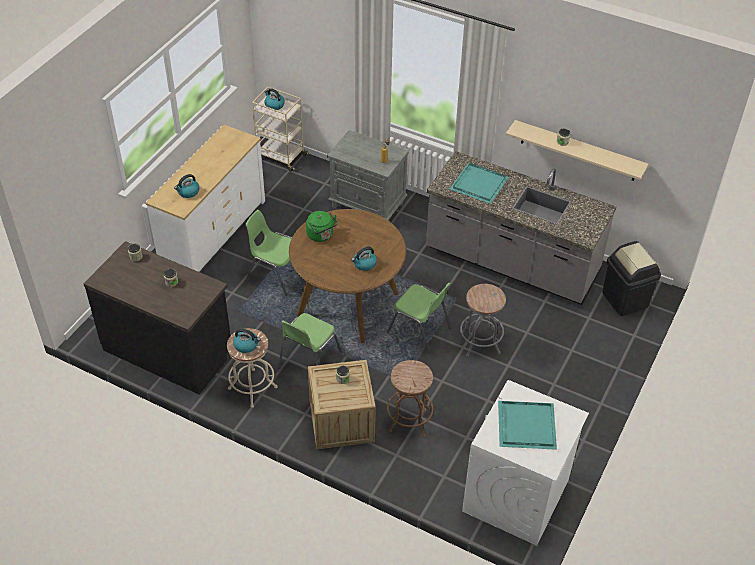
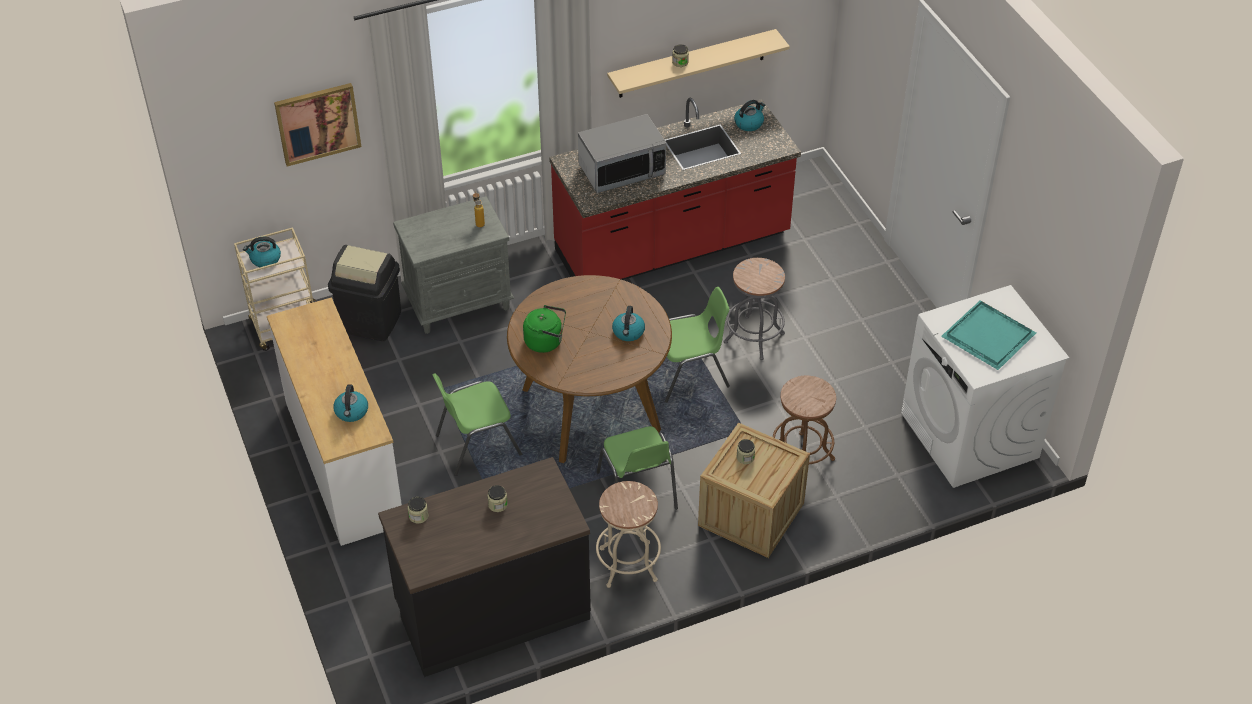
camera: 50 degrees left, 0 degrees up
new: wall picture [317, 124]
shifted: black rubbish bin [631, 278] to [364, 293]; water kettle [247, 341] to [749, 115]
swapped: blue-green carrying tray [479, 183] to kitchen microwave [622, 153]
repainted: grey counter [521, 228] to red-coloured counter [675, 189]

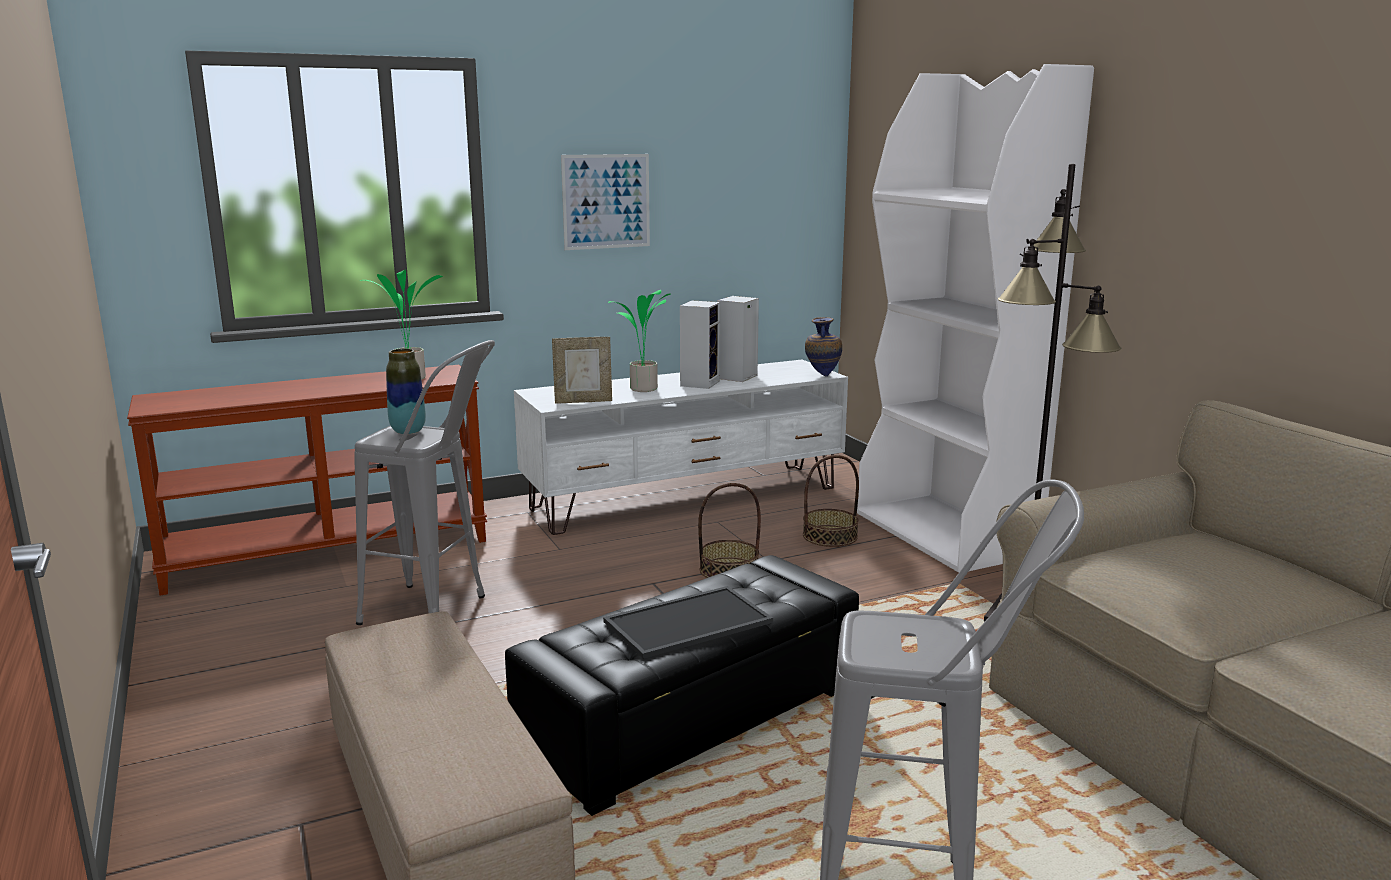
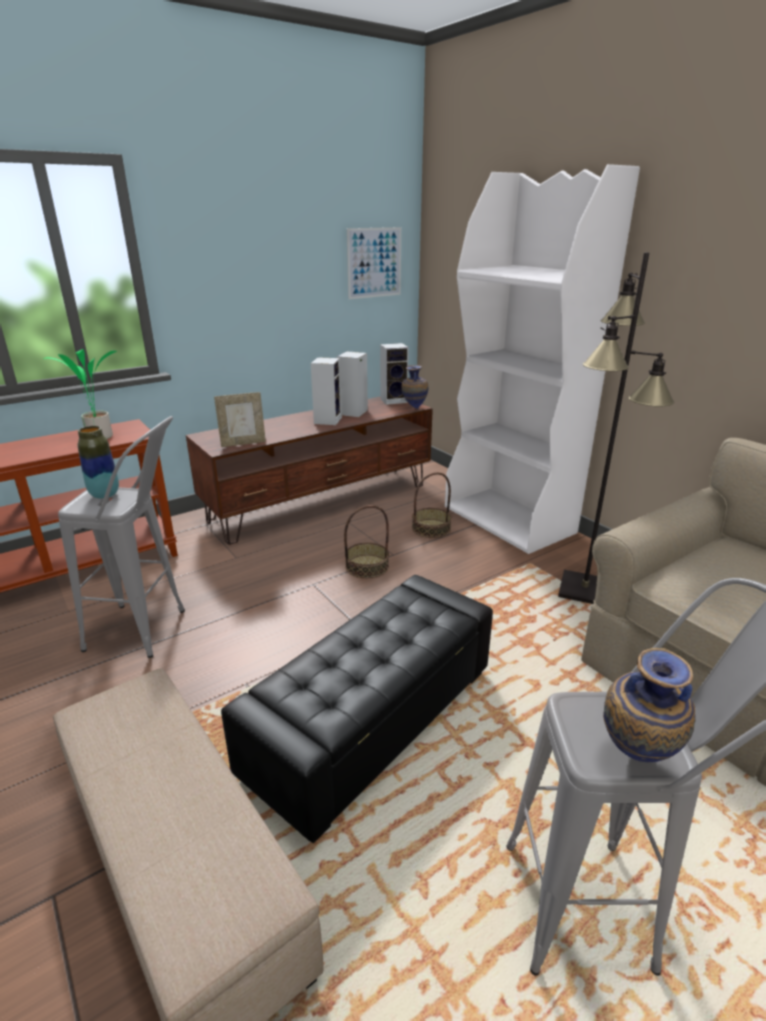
camera: 10 degrees left, 10 degrees up
gone: carrying tray [688, 622]; houseplant [639, 341]
new: loudspeaker [394, 374]; decorative vase [649, 705]
shifted: wall picture [605, 202] to [374, 263]
repainted: white-coloured tv unit [681, 447] to brown tv unit [309, 471]

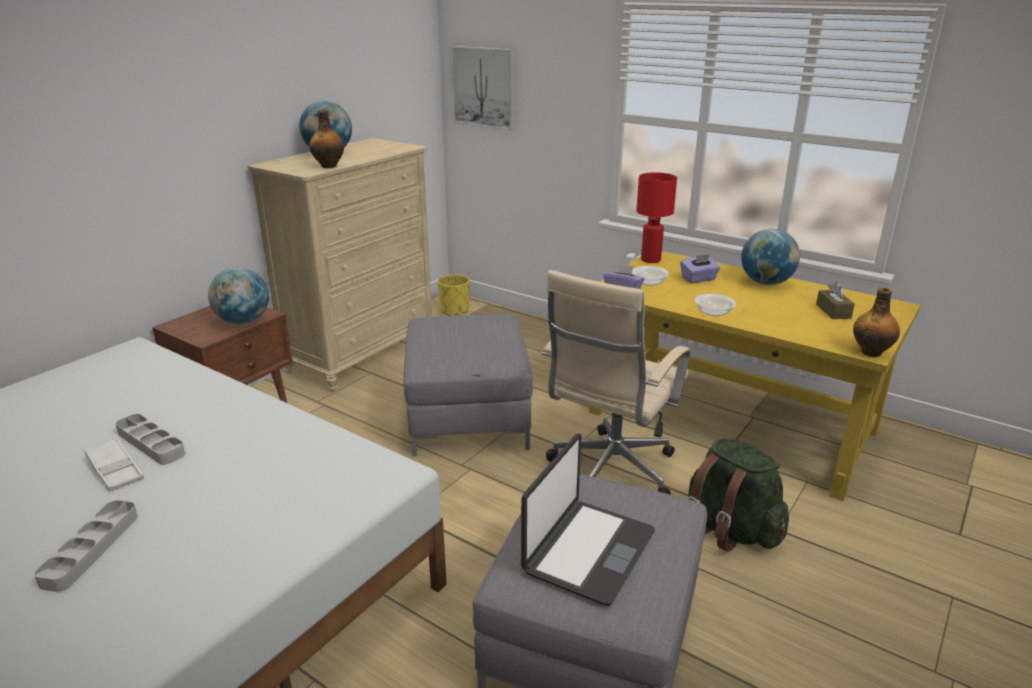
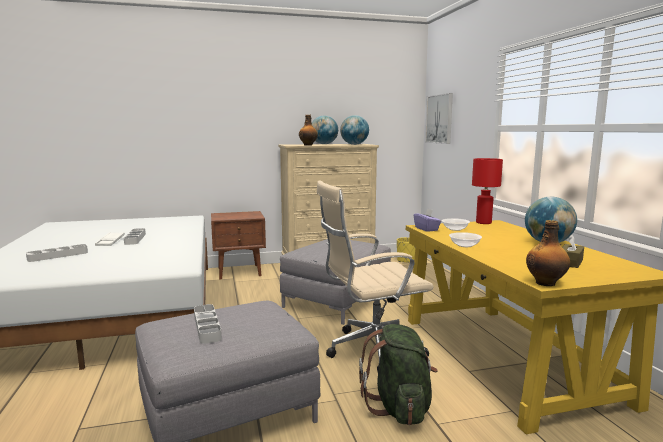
camera: 40 degrees right, 15 degrees down
gone: purple tissue box [700, 268]
shifted: desk globe [238, 295] to [354, 130]
swapped: notebook computer [588, 520] to grey carrying tray [208, 324]

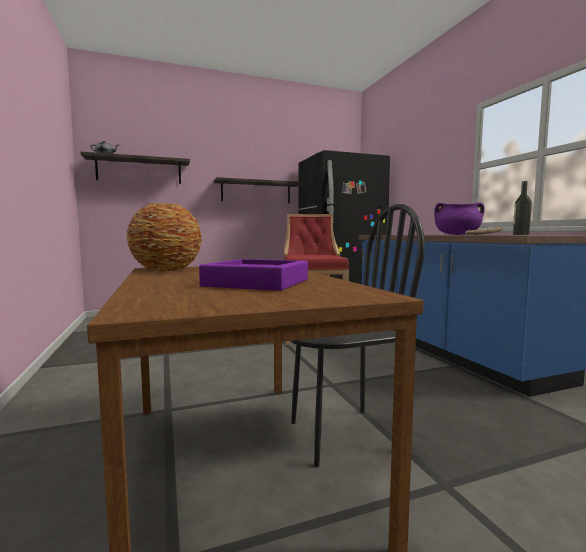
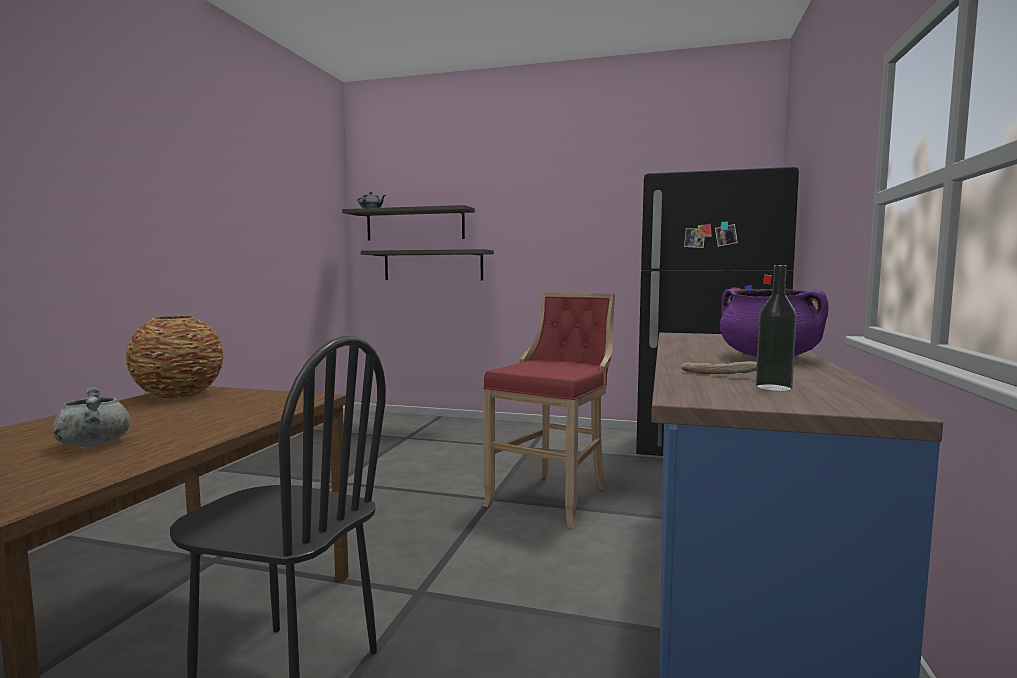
camera: 35 degrees right, 0 degrees up
shifted: shelf [258, 190] to [427, 264]
swapped: purple carrying tray [253, 275] to grey saucepot [92, 416]

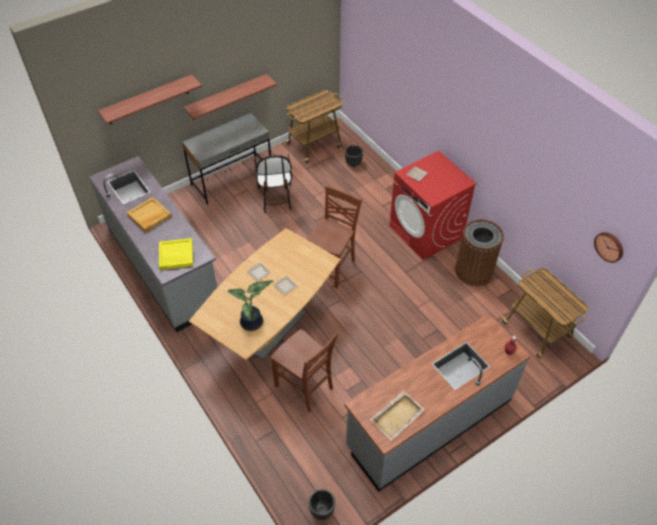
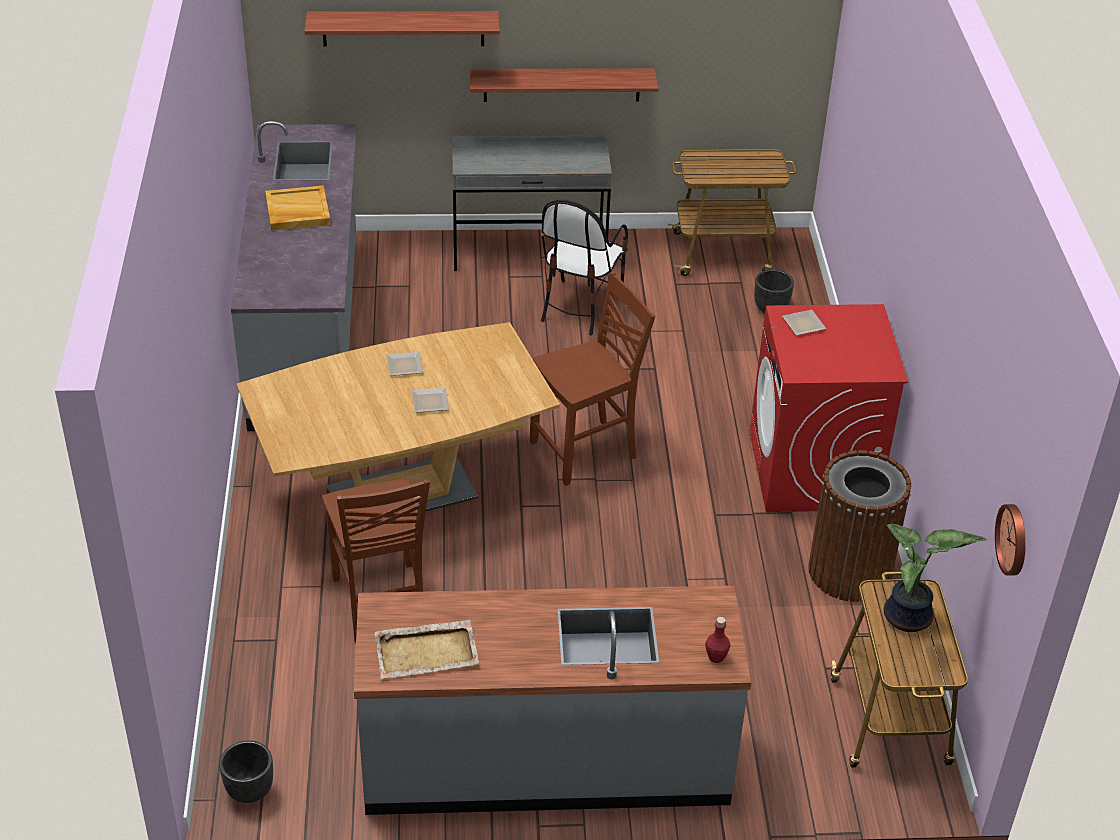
camera: 30 degrees right, 10 degrees down
gone: yellow-coloured carrying tray [176, 254]
shifted: houseplant [250, 305] to [935, 578]

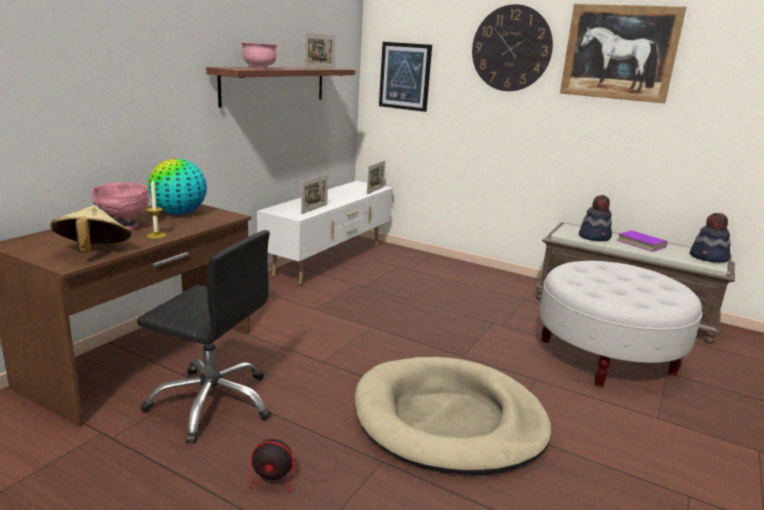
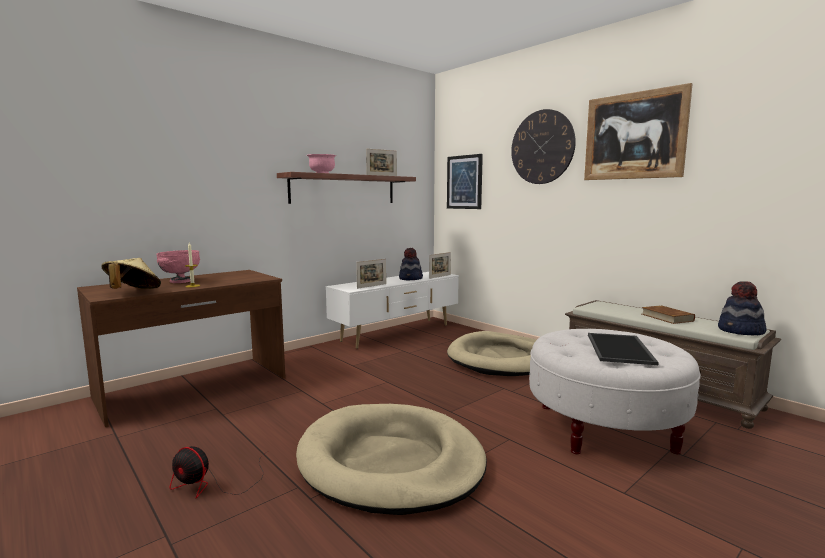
camera: 20 degrees right, 10 degrees down
gone: black office chair [204, 337]; desk globe [177, 186]
new: sand-coloured pet bed [491, 353]; carrying tray [623, 349]
shifted: clothing hat [595, 218] to [411, 264]
repainted: purple volume [642, 241] to brown volume [668, 314]

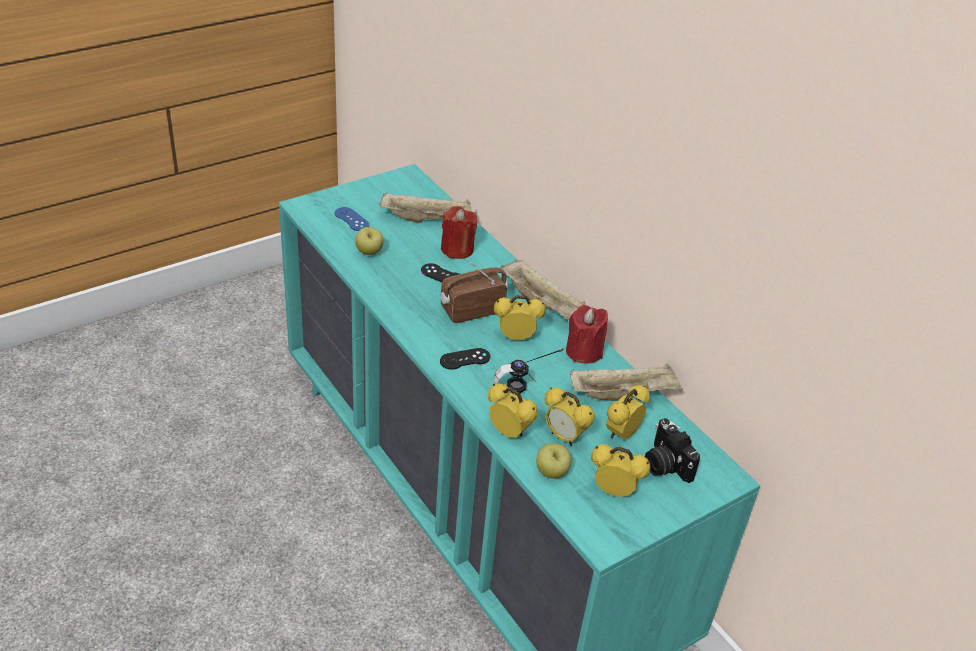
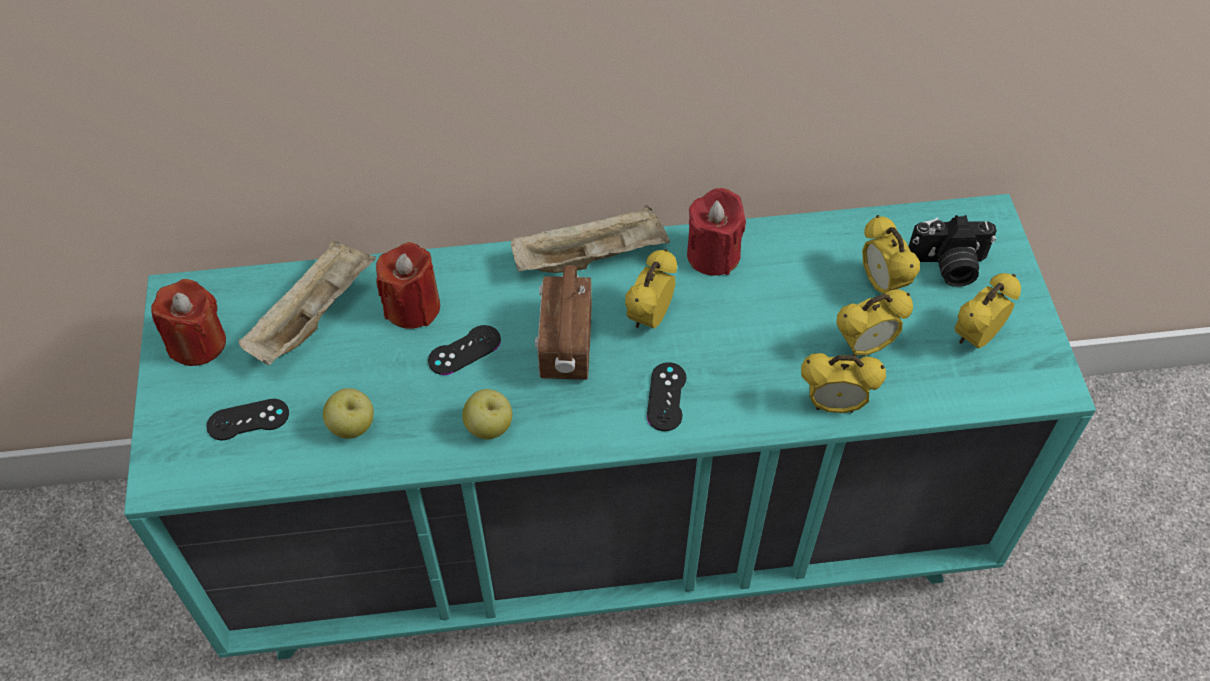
camera: 60 degrees left, 15 degrees up
gone: pair of headphones [529, 371]; sand-coloured carrying tray [626, 382]
new: red-coloured wax light [188, 322]
shifted: apple fruit [553, 461] to [487, 414]
repainted: bluish joypad [352, 219] to black joypad [247, 419]
rotated: bedside clock [513, 411] = [843, 383] 150 degrees counterclockwise

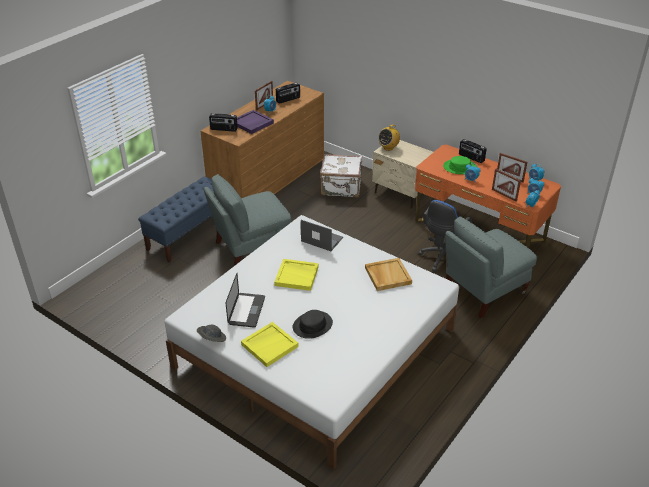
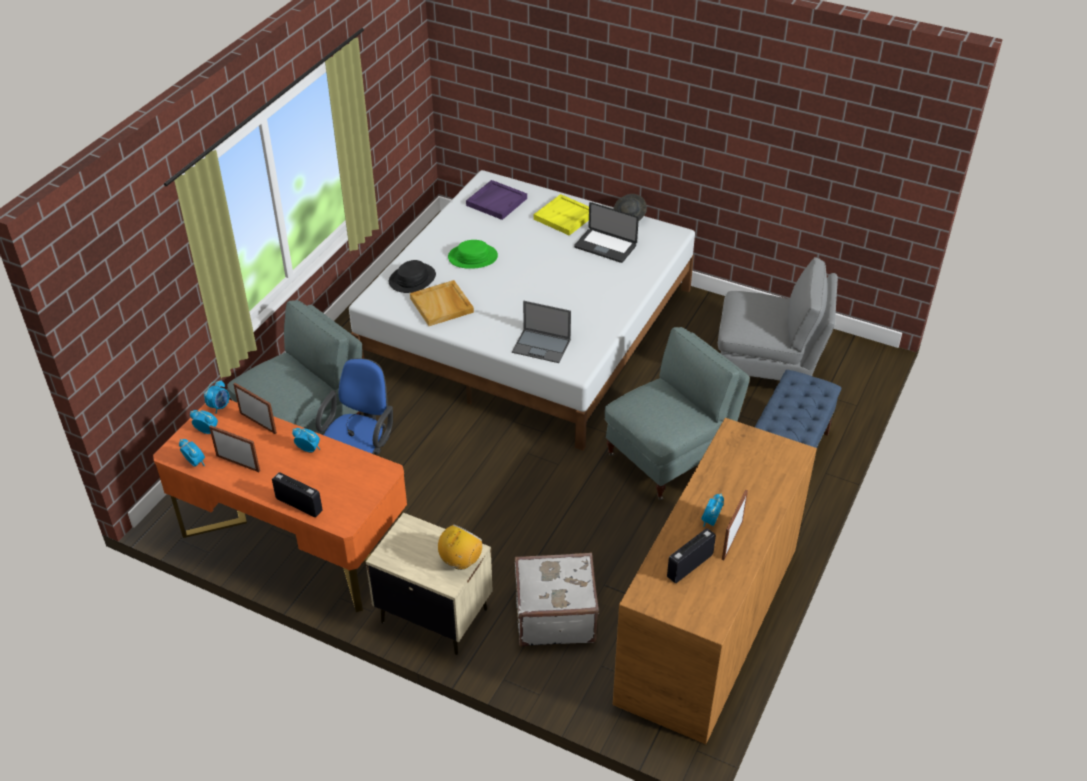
camera: 170 degrees right, 5 degrees up
gone: radio [223, 122]; yellow-coloured carrying tray [296, 275]
new: grey lounge chair [778, 318]
shifted: black clothing hat [313, 324] to [412, 276]; green clothing hat [460, 165] to [473, 254]; purple carrying tray [255, 122] to [496, 200]
rotated: notebook computer [245, 300] = [606, 232] 60 degrees counterclockwise

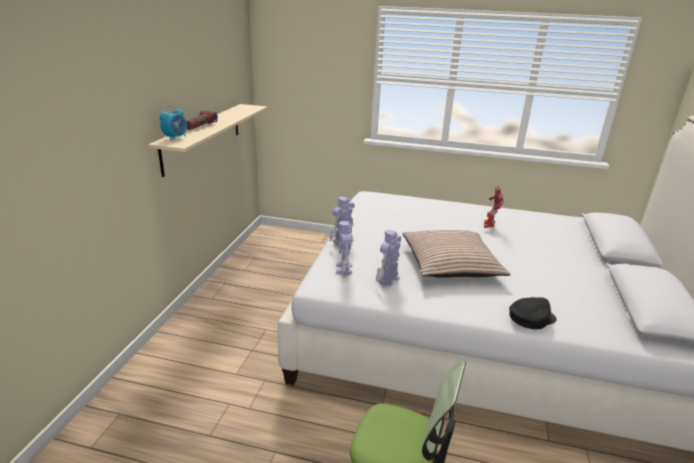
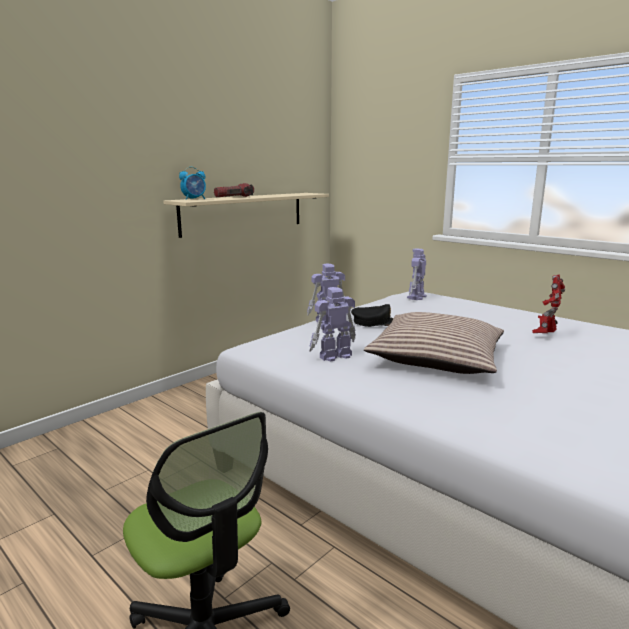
camera: 30 degrees right, 10 degrees down
shifted: black baseball cap [533, 313] to [372, 315]; toy robot [344, 248] to [416, 274]

